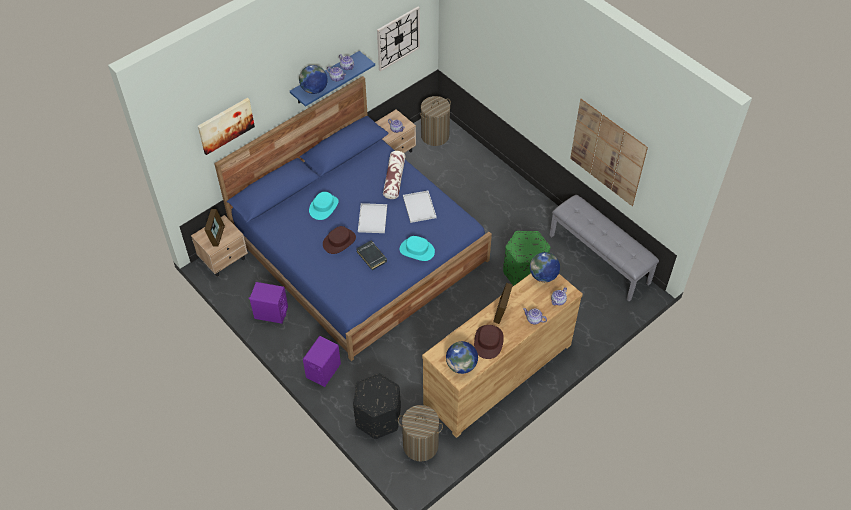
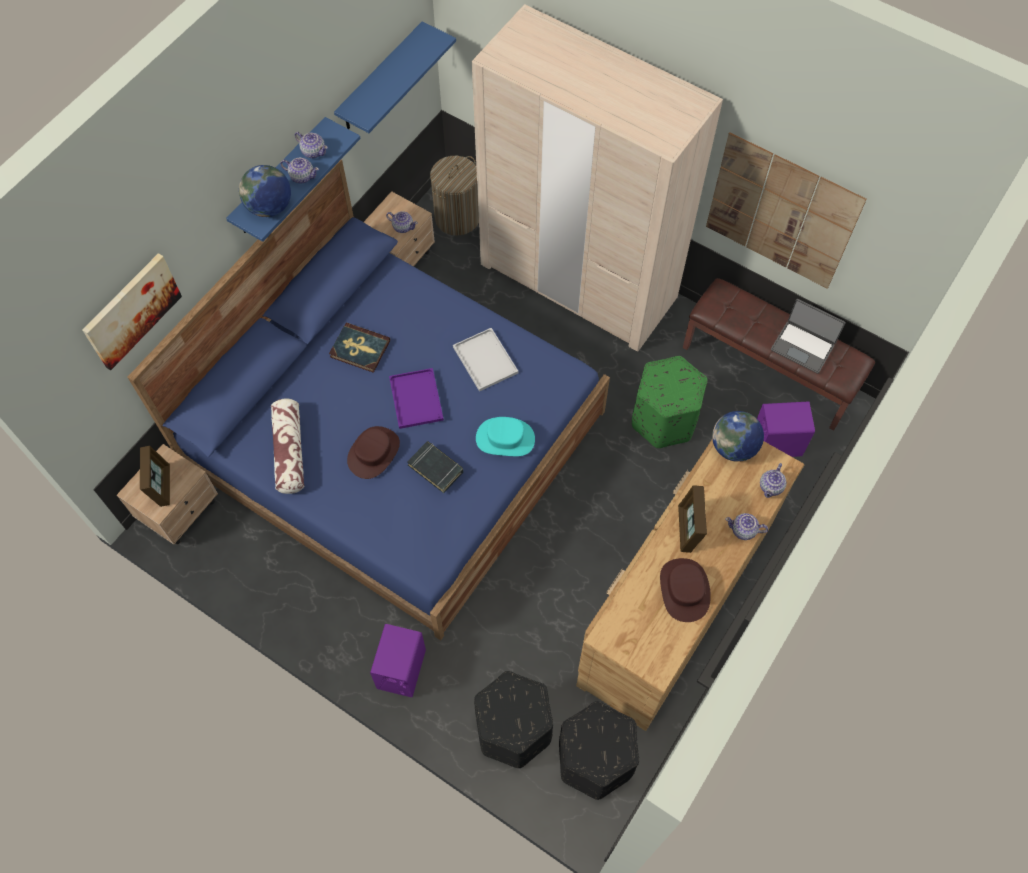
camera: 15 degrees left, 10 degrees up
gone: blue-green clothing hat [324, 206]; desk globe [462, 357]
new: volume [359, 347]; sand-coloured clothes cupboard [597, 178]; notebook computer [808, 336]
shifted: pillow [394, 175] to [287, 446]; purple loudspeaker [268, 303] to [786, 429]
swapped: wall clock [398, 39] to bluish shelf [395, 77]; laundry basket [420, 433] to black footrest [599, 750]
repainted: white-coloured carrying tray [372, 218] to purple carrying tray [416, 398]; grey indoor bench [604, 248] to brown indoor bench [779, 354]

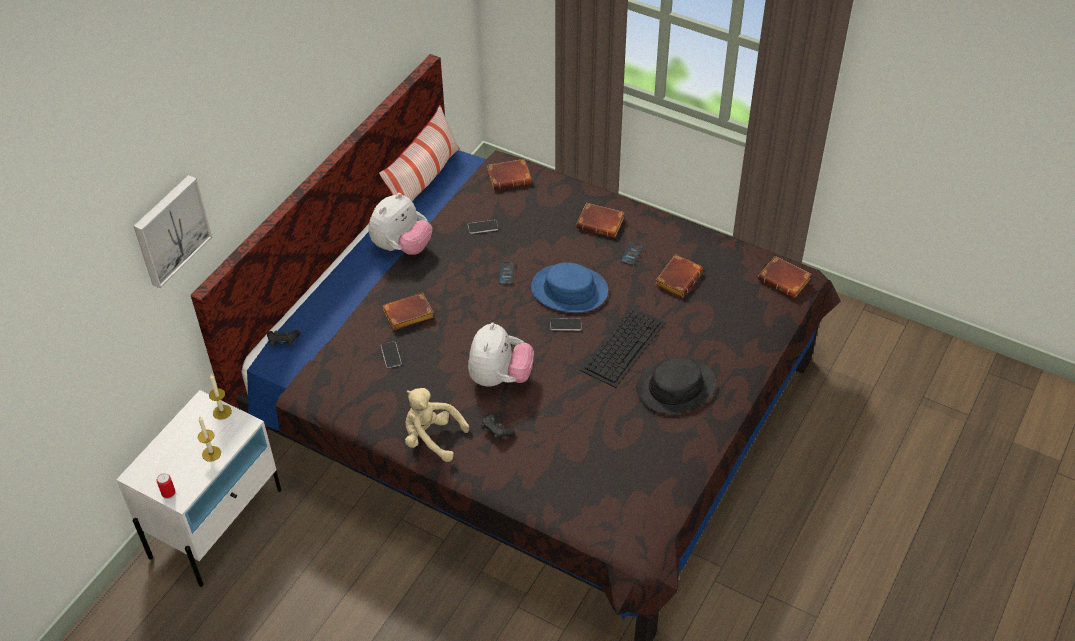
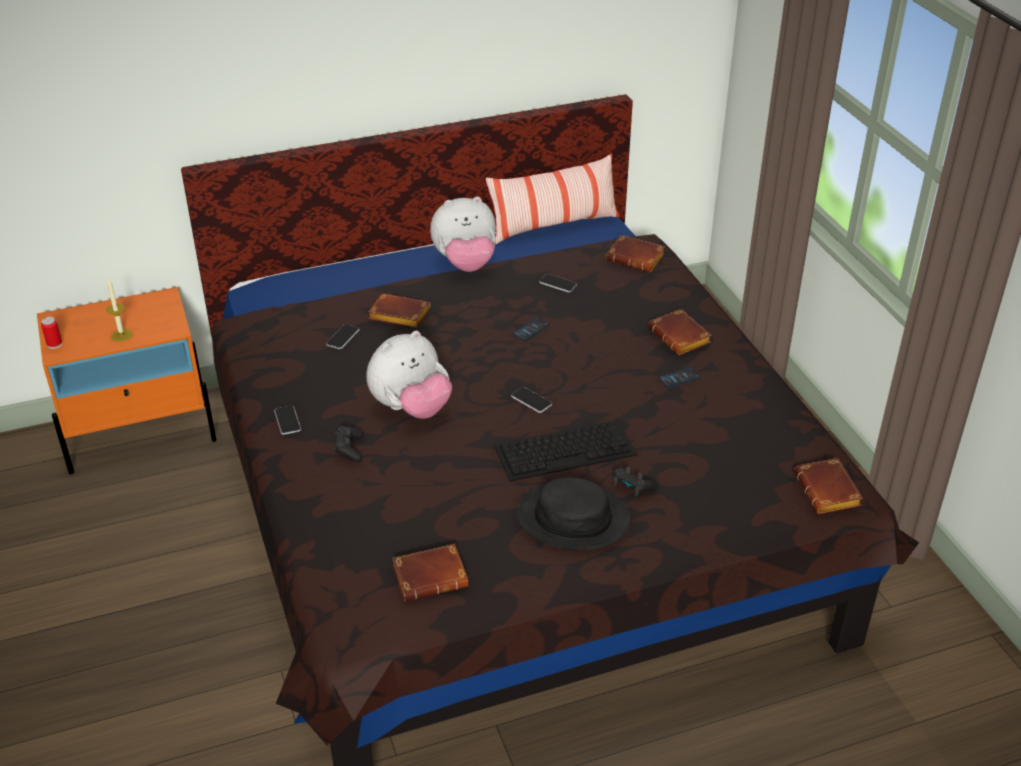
camera: 40 degrees right, 10 degrees down
gone: wall picture [172, 231]; wax light [220, 397]; bluish clothing hat [569, 287]
shifted: brown volume [679, 276] to [430, 572]; black joypad [283, 338] to [636, 481]
swapped: sand-coloured cuddly toy [437, 425] to telephone [287, 420]
repainted: white-coloured night table [199, 488] to orangey night table [127, 380]

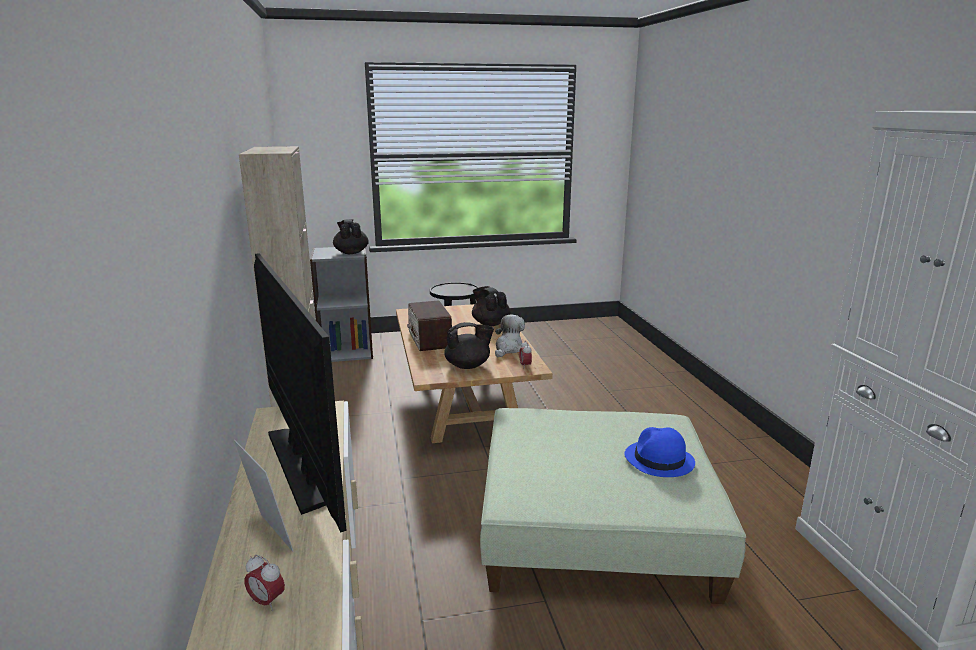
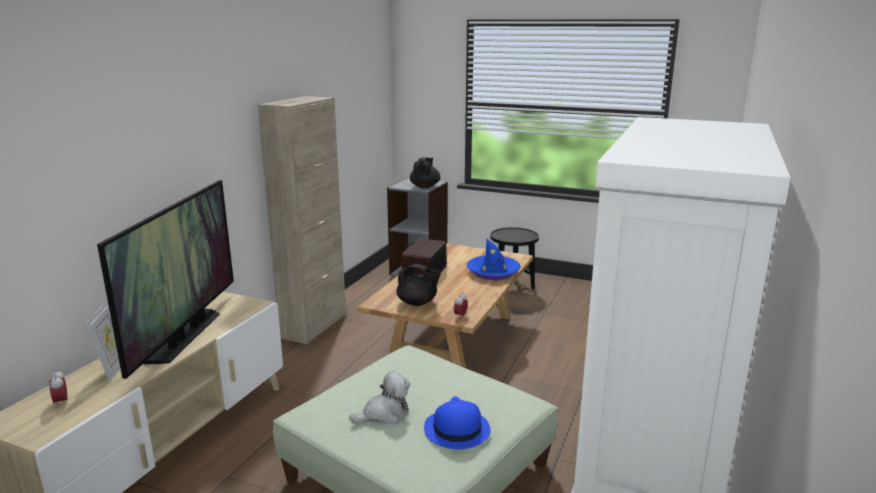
camera: 35 degrees right, 0 degrees up
shifted: cuddly toy [510, 336] to [379, 397]
swapped: black tea pot [491, 306] to bluish clothing hat [494, 259]

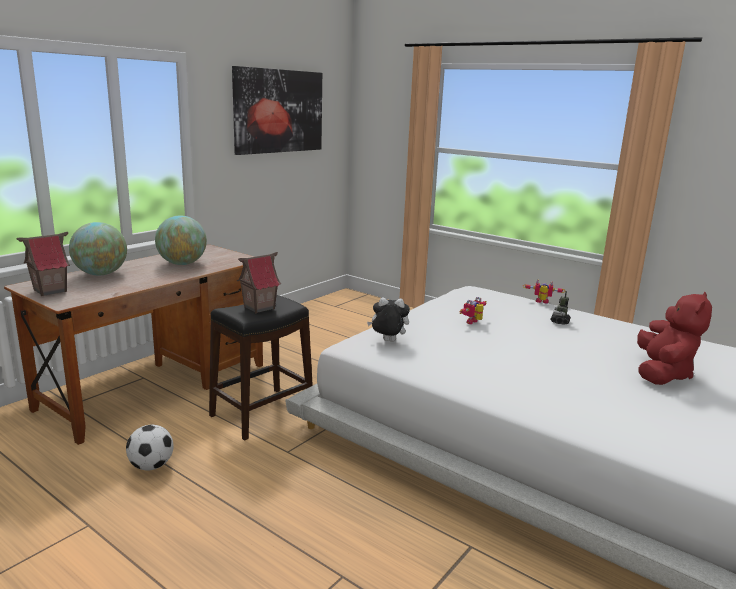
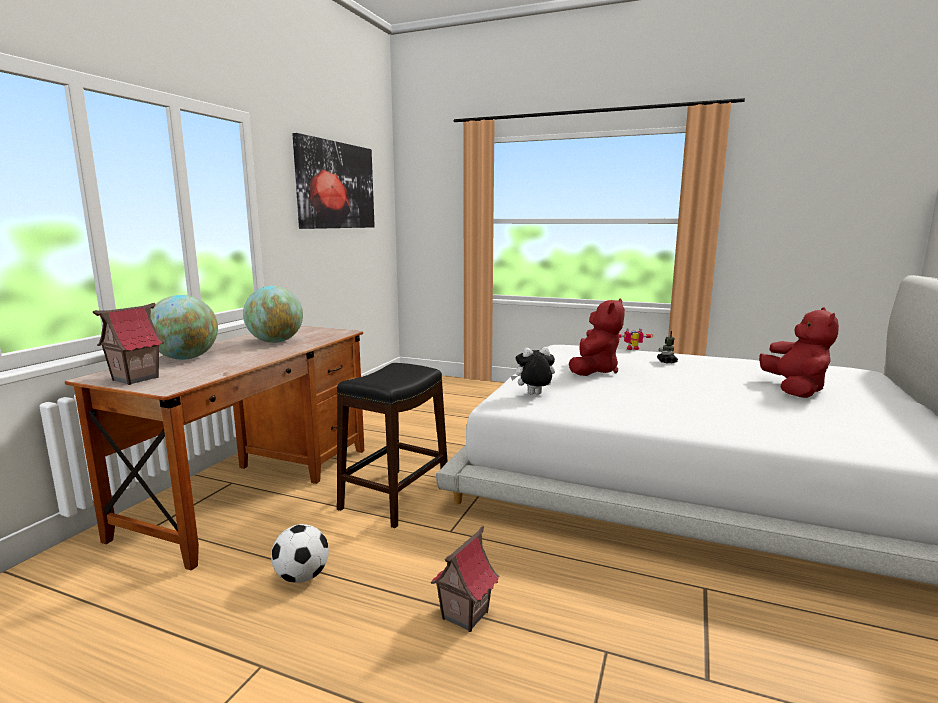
camera: 15 degrees left, 5 degrees down
shifted: model house [259, 282] to [464, 579]
swapped: toy robot [473, 310] to red-coloured cuddly toy [597, 337]

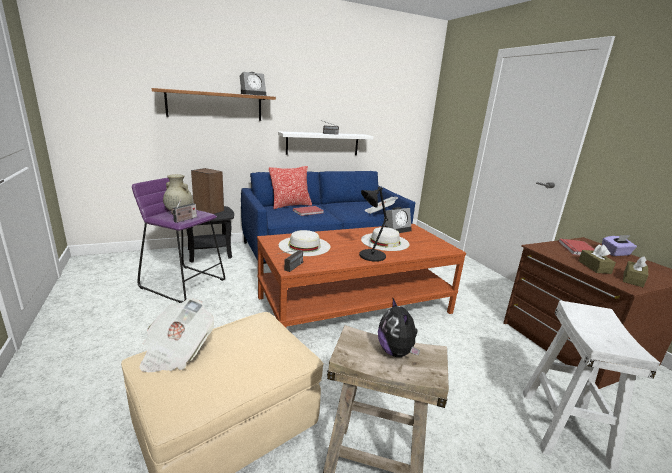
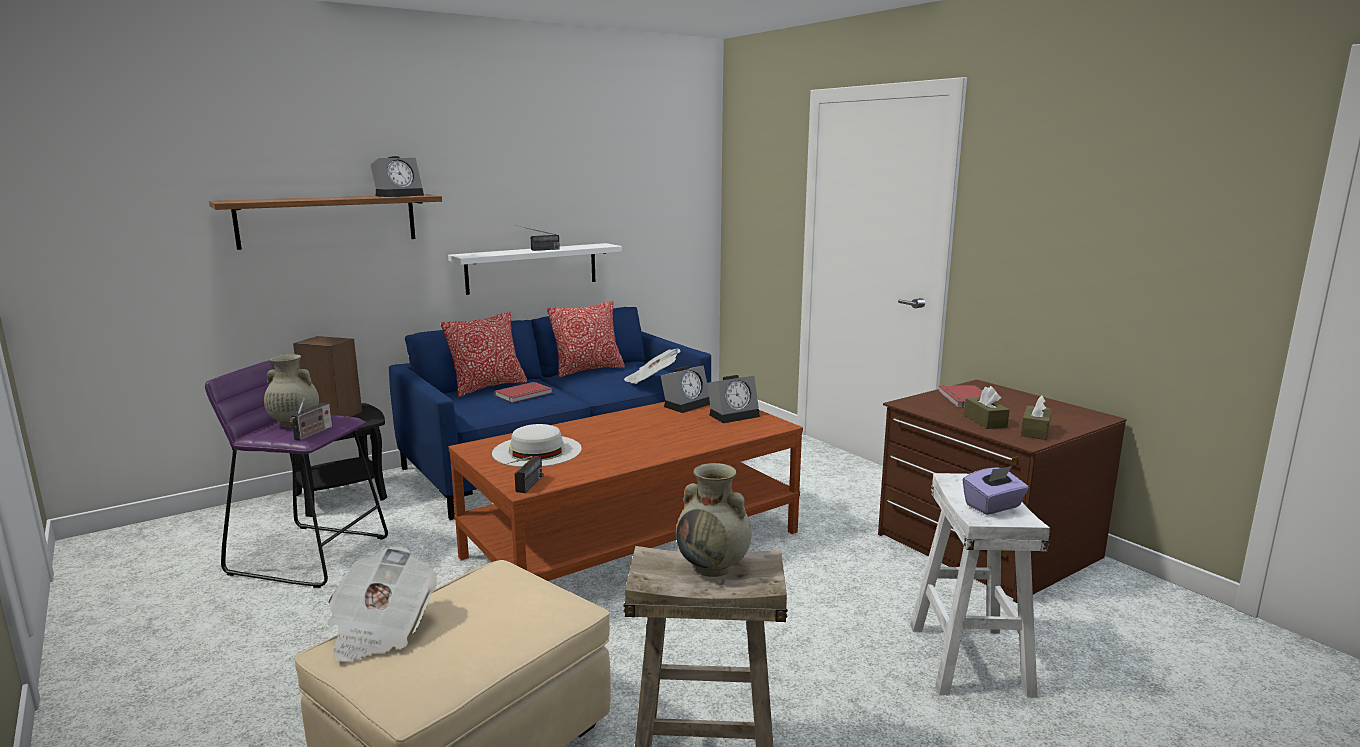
camera: 10 degrees left, 5 degrees down
gone: black tabletop lamp [373, 224]; white-coloured clothing hat [385, 239]
new: pillow [586, 339]; bedside clock [733, 399]
shifted: purple tissue box [619, 245] to [996, 490]
swapped: cuddly toy [399, 327] to sand-coloured decorative vase [714, 520]

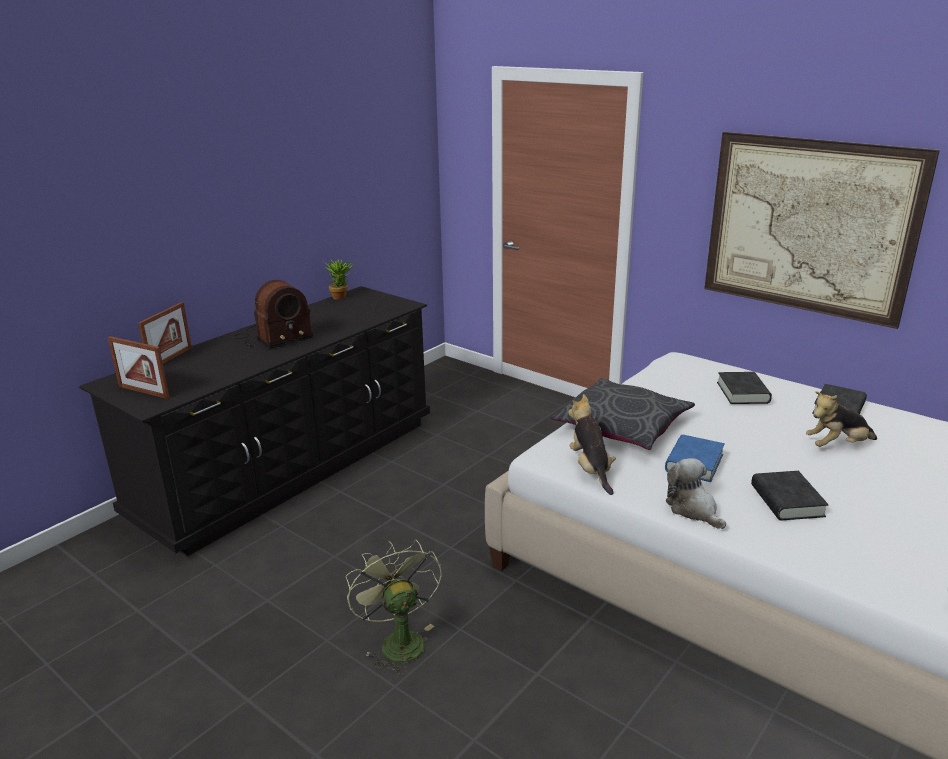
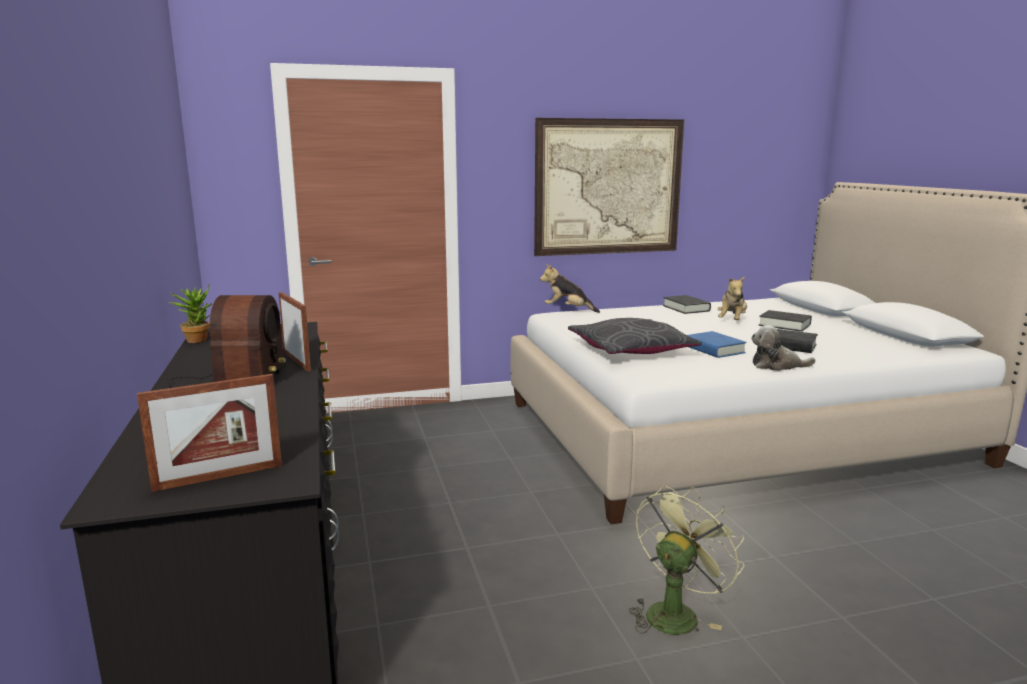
camera: 55 degrees left, 10 degrees down
shifted: standing frame [165, 333] to [295, 332]; cuddly toy [592, 444] to [570, 288]; black volume [744, 388] to [785, 321]
rotated: green electric fan [393, 607] = [686, 560] 120 degrees clockwise

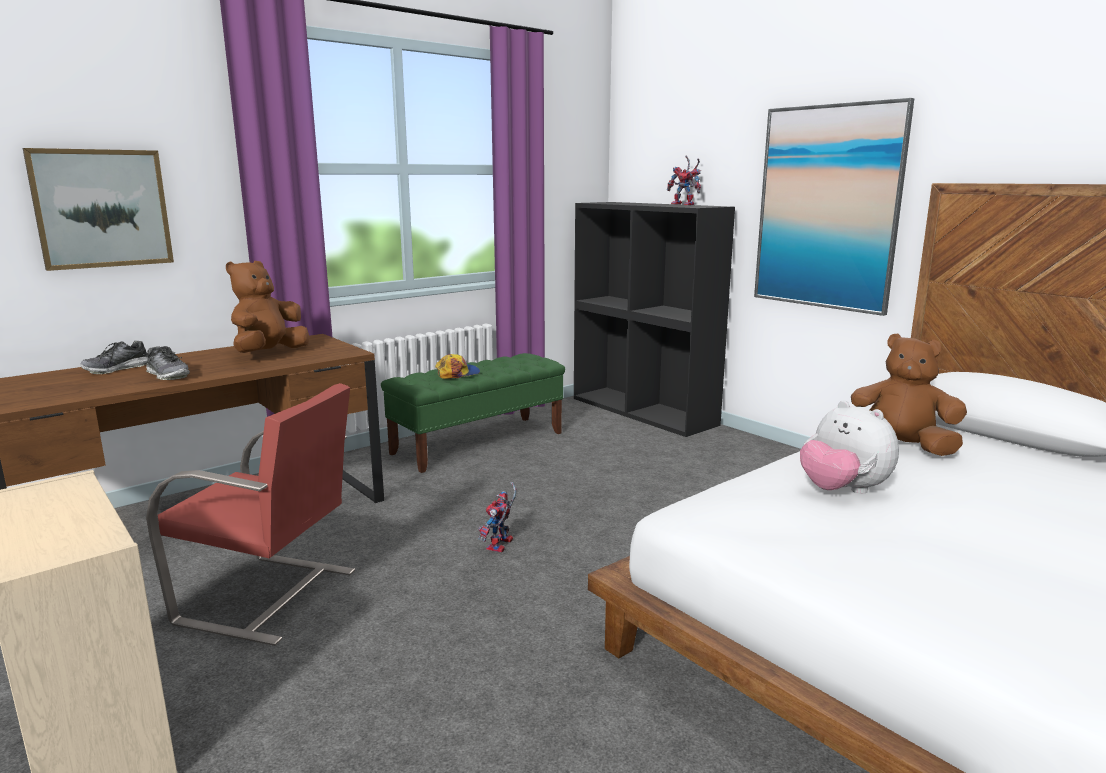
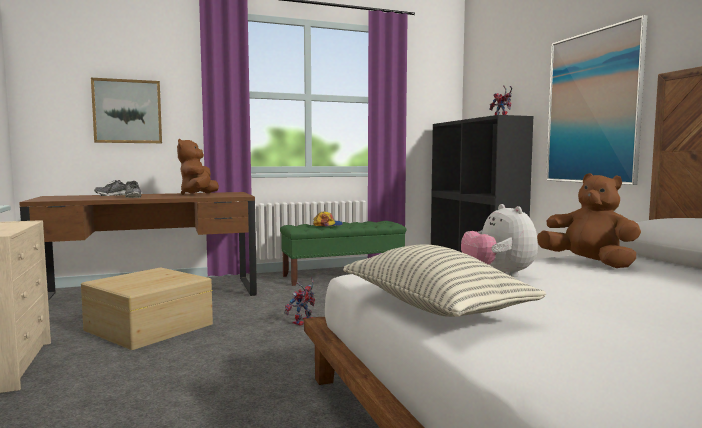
camera: 20 degrees right, 10 degrees down
new: pillow [444, 281]
swapped: red-coloured chair [250, 514] to sand-coloured storage bin [147, 308]
rotated: brown cuddly toy [268, 307] = [198, 167] 45 degrees counterclockwise

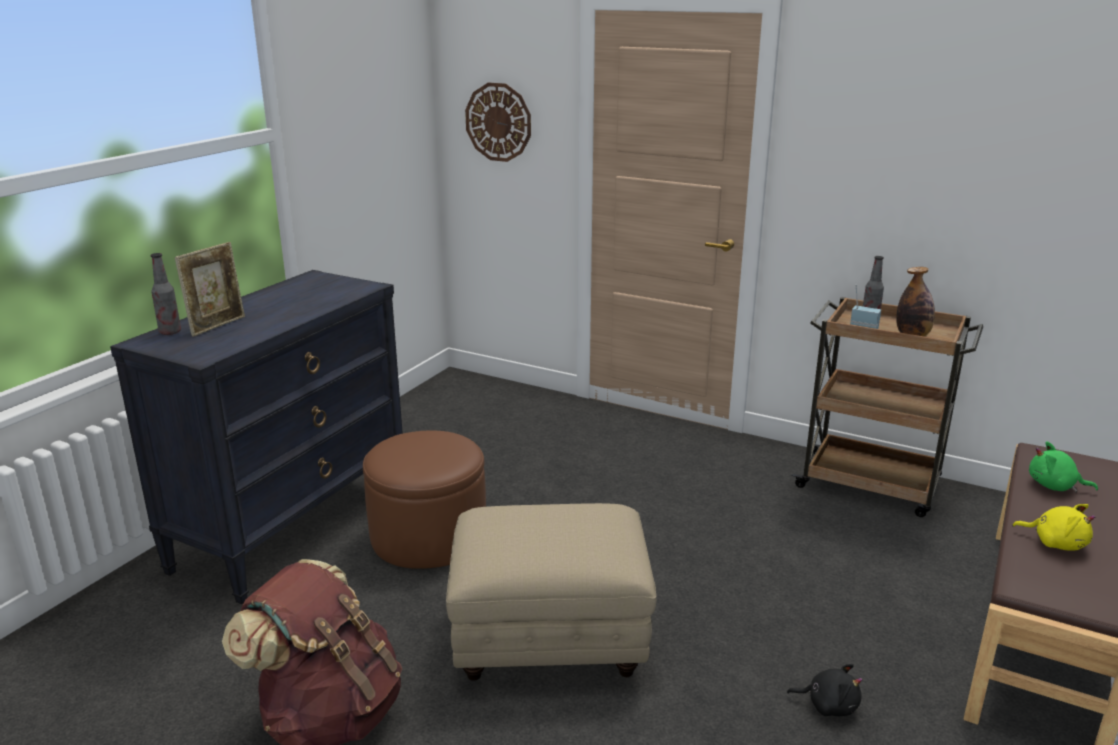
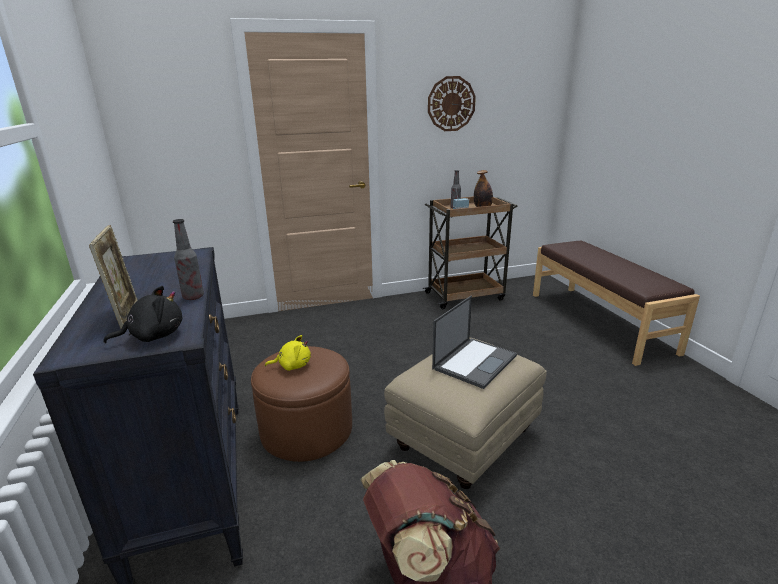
camera: 45 degrees left, 0 degrees up
gone: green cuddly toy [1063, 466]
new: notebook computer [474, 342]
shifted: black cuddly toy [825, 690] to [143, 314]; drink bottle [166, 294] to [188, 259]; yellow-coloured cuddly toy [1053, 527] to [288, 353]; wall clock [498, 122] to [452, 103]

